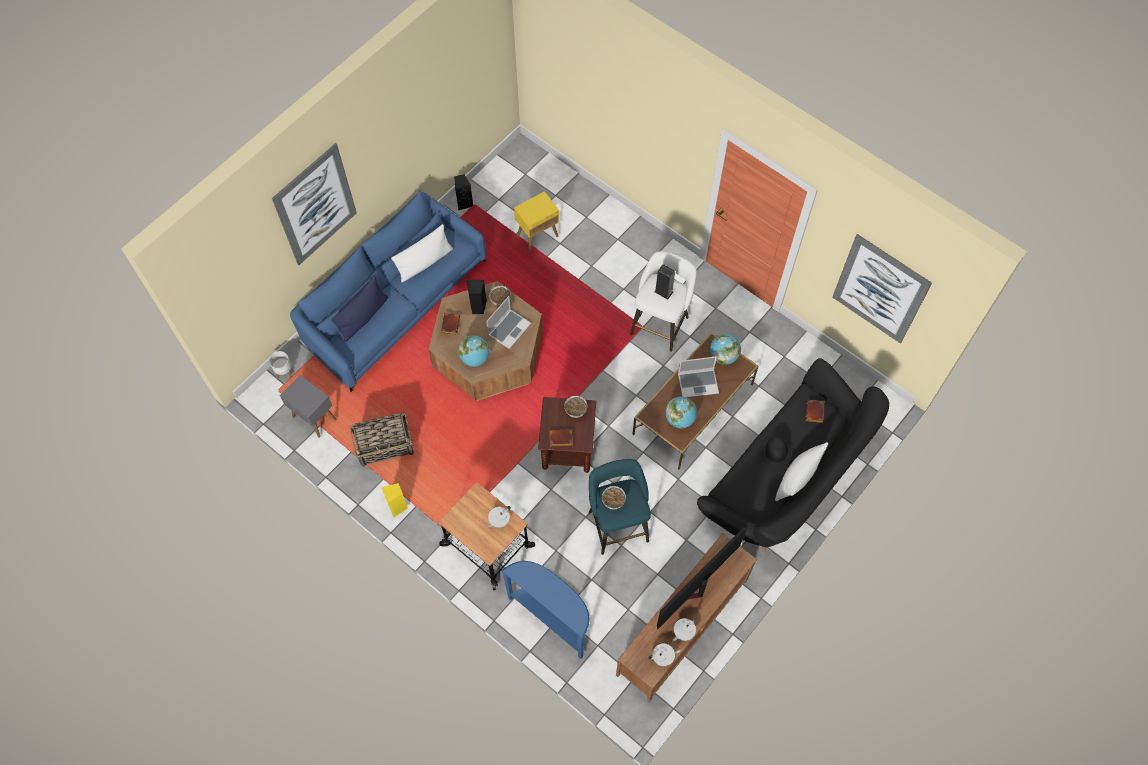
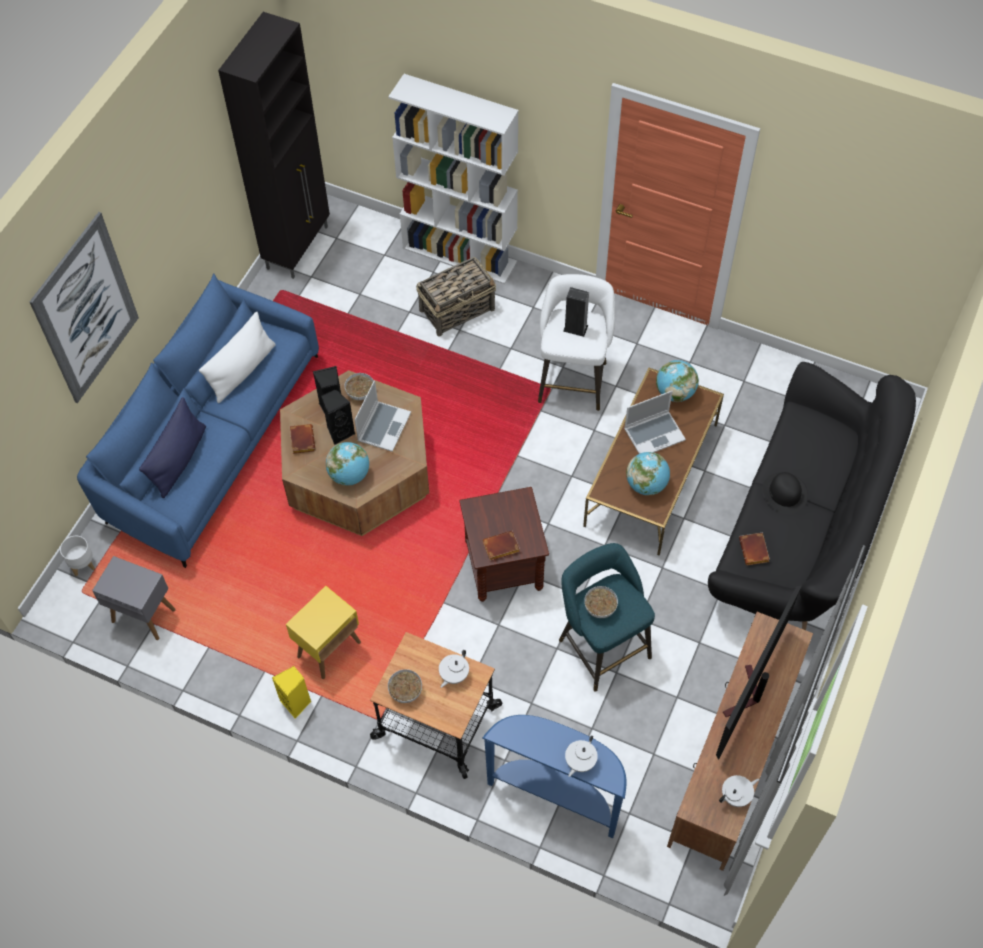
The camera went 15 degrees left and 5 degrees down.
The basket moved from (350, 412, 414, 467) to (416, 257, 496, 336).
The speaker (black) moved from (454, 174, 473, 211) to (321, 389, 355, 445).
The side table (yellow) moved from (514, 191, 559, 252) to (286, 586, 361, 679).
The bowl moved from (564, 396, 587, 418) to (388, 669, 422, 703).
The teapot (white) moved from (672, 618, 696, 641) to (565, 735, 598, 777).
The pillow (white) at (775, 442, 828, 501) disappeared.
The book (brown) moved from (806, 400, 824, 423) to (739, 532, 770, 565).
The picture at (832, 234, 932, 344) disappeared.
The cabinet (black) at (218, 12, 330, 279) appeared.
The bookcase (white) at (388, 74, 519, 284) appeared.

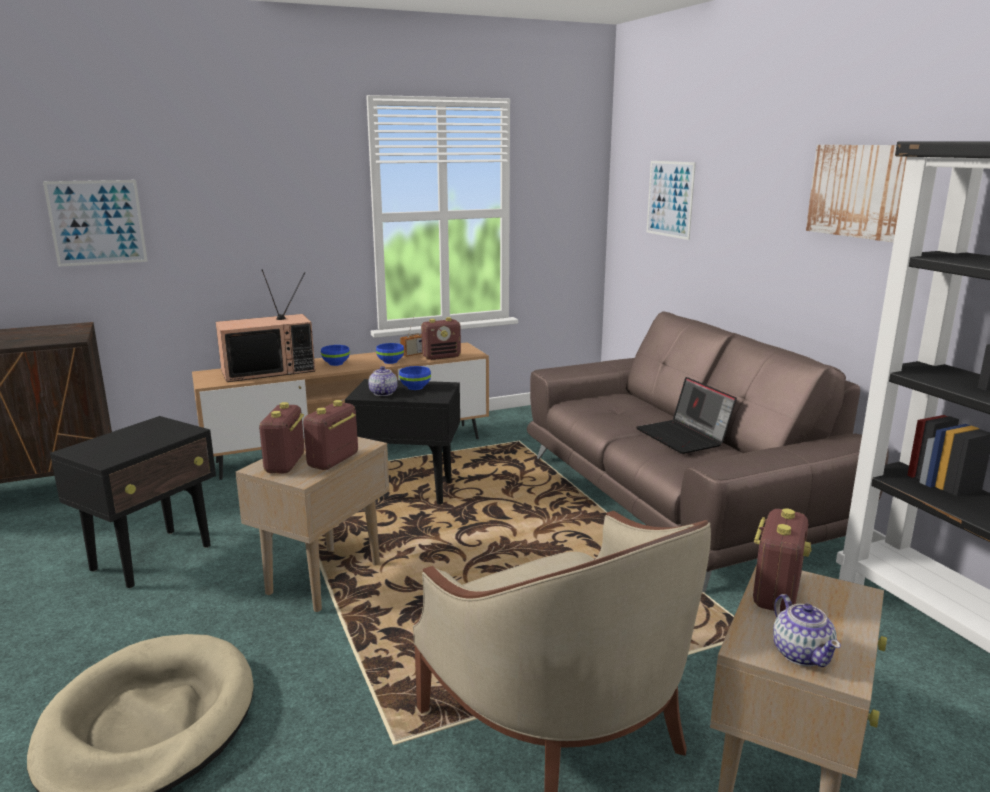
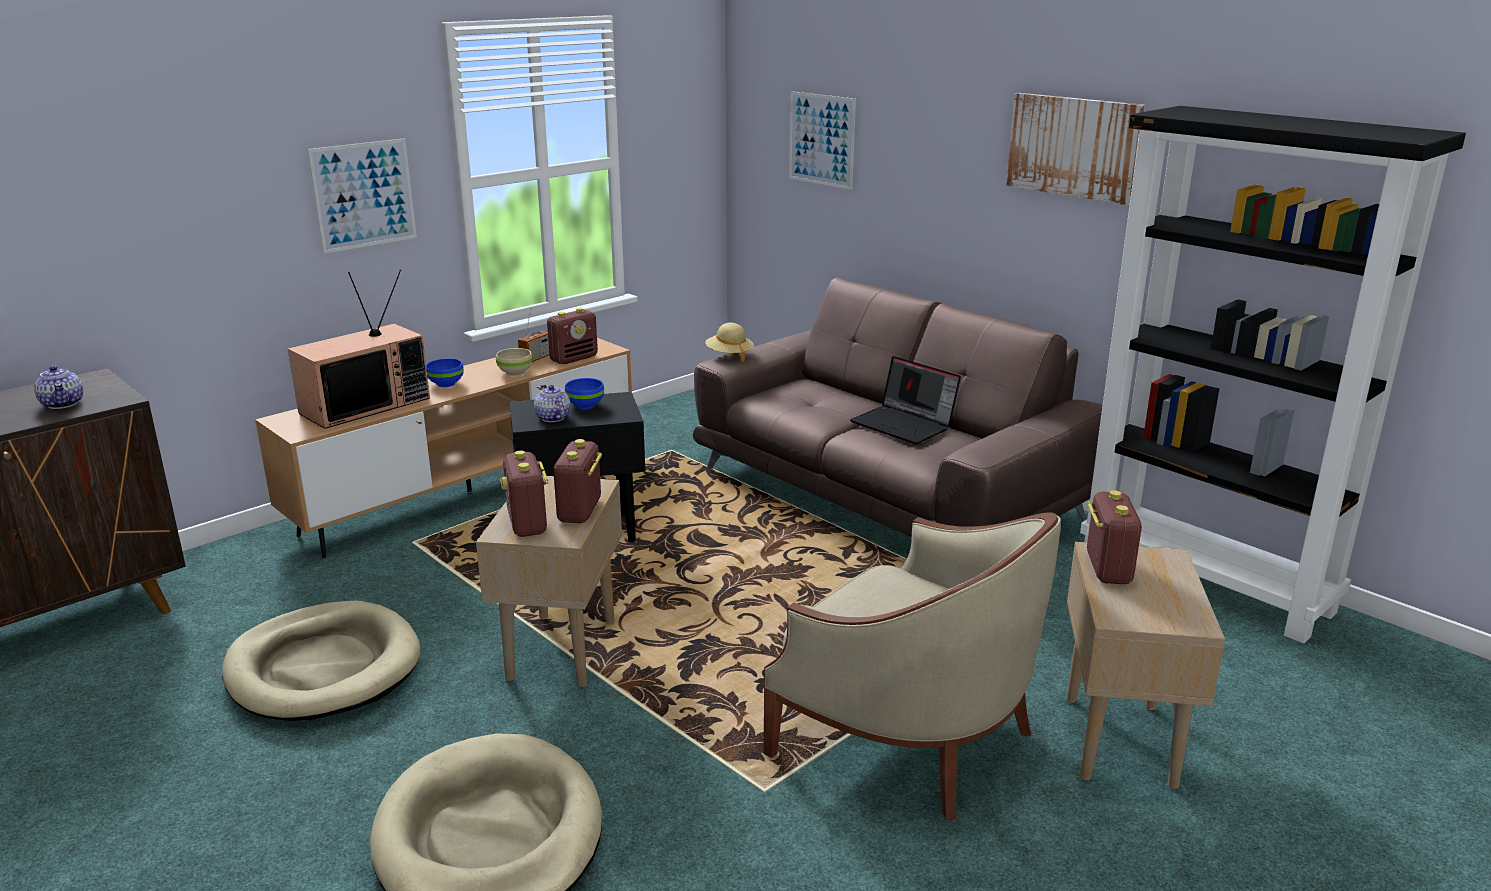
The camera went 20 degrees left and 5 degrees up.
The picture moved from (43, 180, 148, 267) to (308, 138, 417, 254).
The side table (black) at (50, 416, 216, 588) was replaced by the dog bed (beige) at (222, 601, 421, 721).
The bowl (blue) at (376, 343, 404, 364) became the bowl (beige) at (496, 348, 533, 376).
The teapot moved from (773, 594, 841, 667) to (34, 365, 83, 409).
The hat (beige) at (705, 323, 754, 362) appeared.

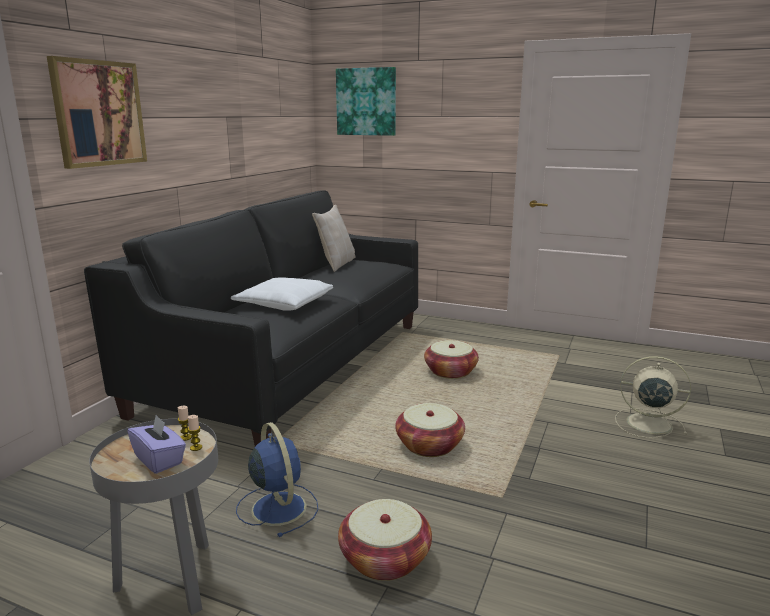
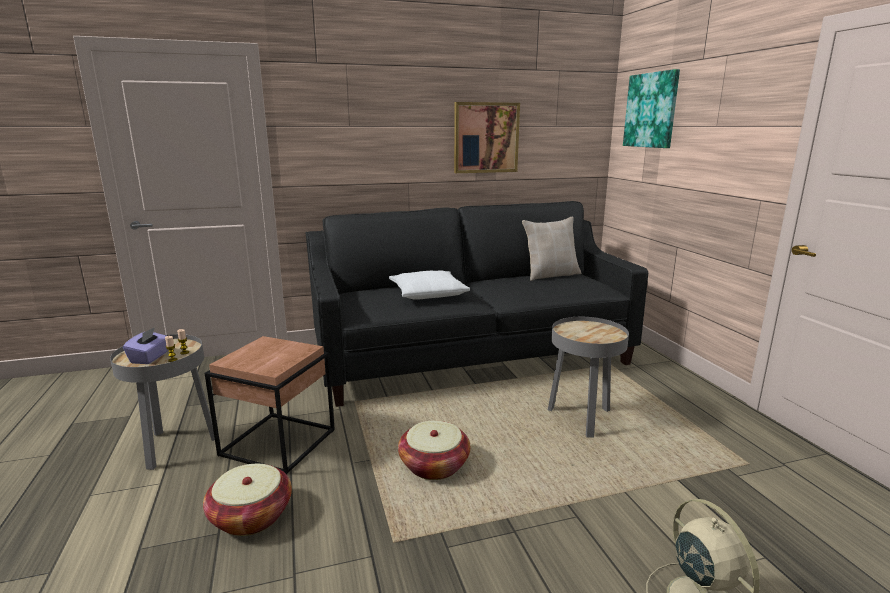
The camera went 50 degrees right and 0 degrees up.
The picture moved from (47, 56, 147, 169) to (454, 102, 520, 173).
The fan (blue) at (236, 422, 318, 537) was replaced by the side table (brown) at (205, 336, 335, 474).
The basket at (424, 340, 479, 379) was replaced by the side table (grey) at (548, 317, 629, 438).

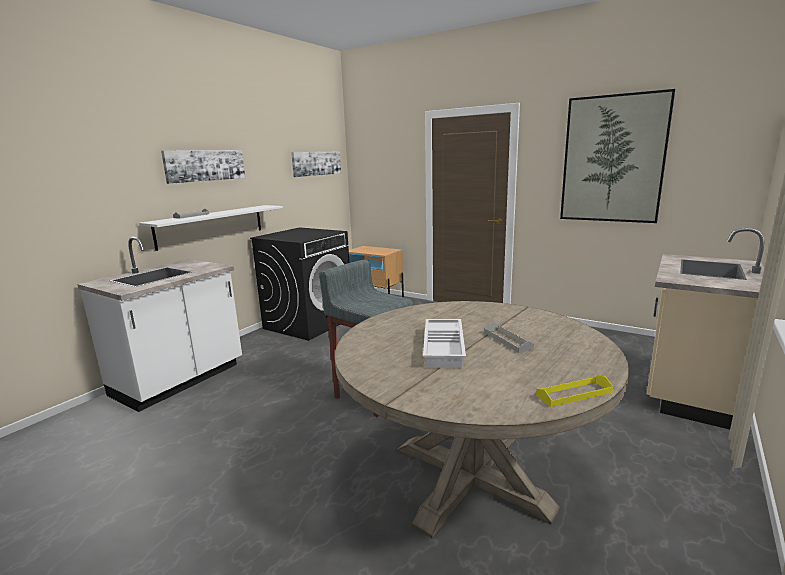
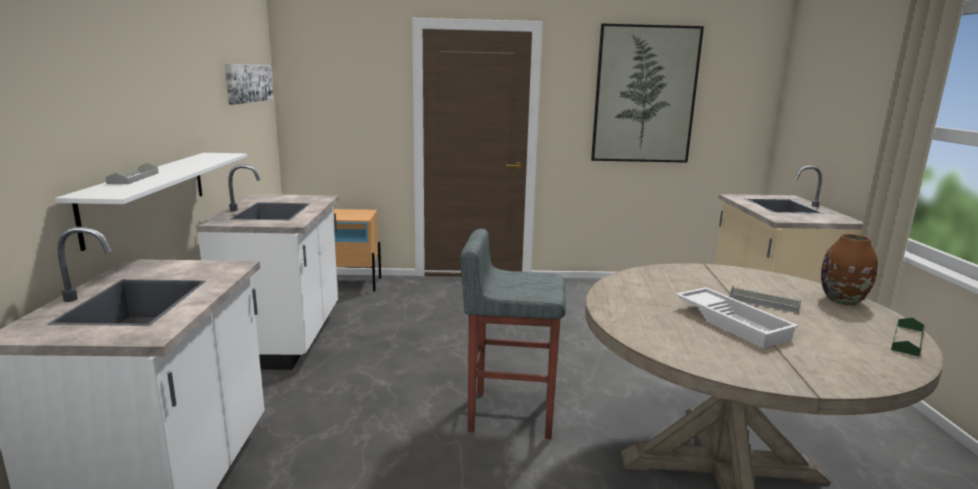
The camera went 35 degrees left and 0 degrees up.
The picture at (161, 150, 245, 184) disappeared.
The washing machine (black) at (250, 227, 349, 341) was replaced by the counter (white) at (196, 164, 339, 370).
The tray (yellow) at (536, 376, 613, 407) became the tray (green) at (891, 318, 925, 357).
The vase (brown) at (821, 234, 878, 305) appeared.

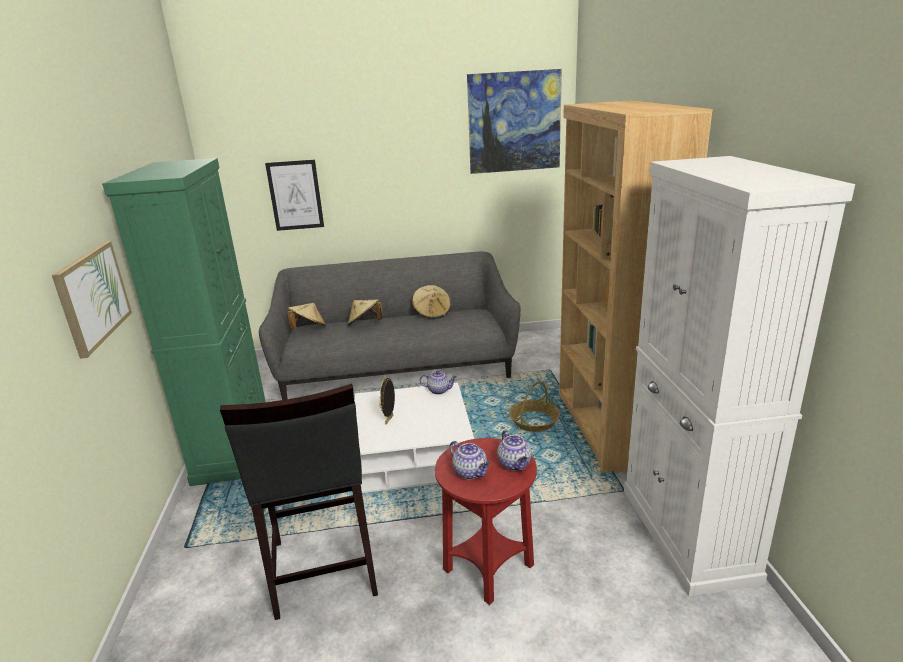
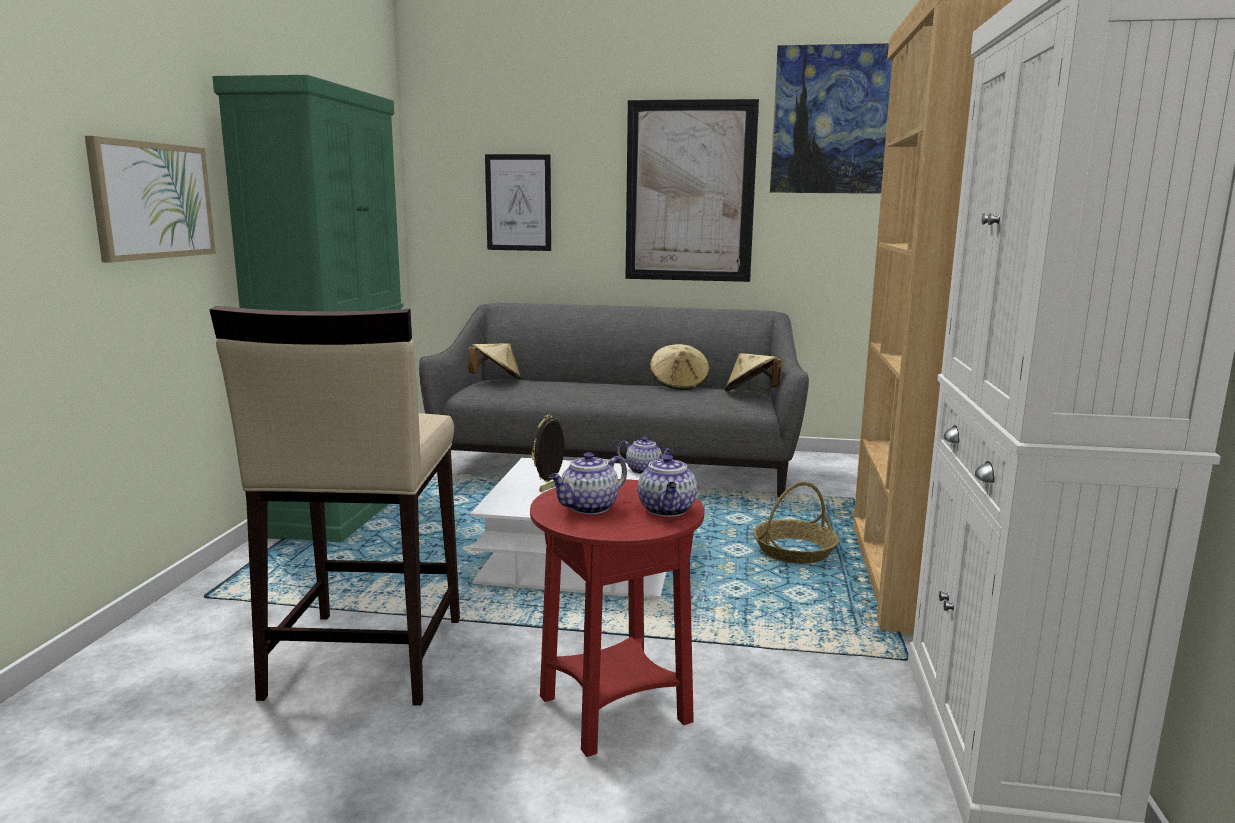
The camera went 15 degrees right and 10 degrees down.
The stool (black) at (220, 384, 378, 620) became the stool (beige) at (210, 306, 460, 706).
The hat (beige) moved from (347, 299, 382, 326) to (725, 353, 783, 391).
The teapot at (449, 441, 491, 479) turned 75 degrees clockwise.
The picture at (625, 99, 759, 282) appeared.

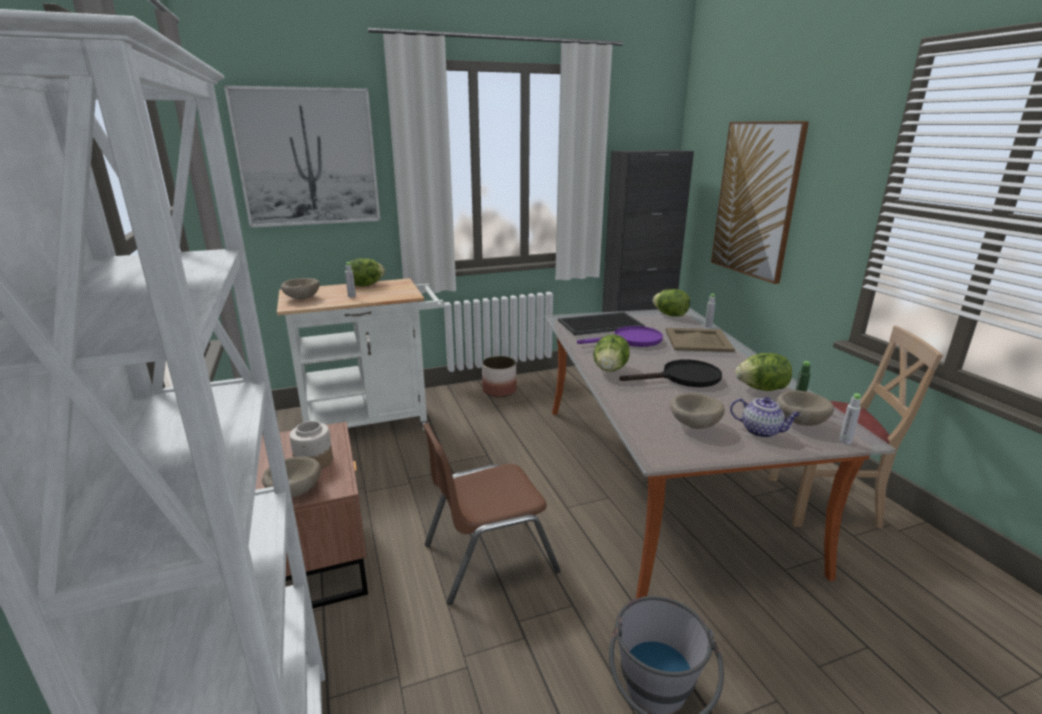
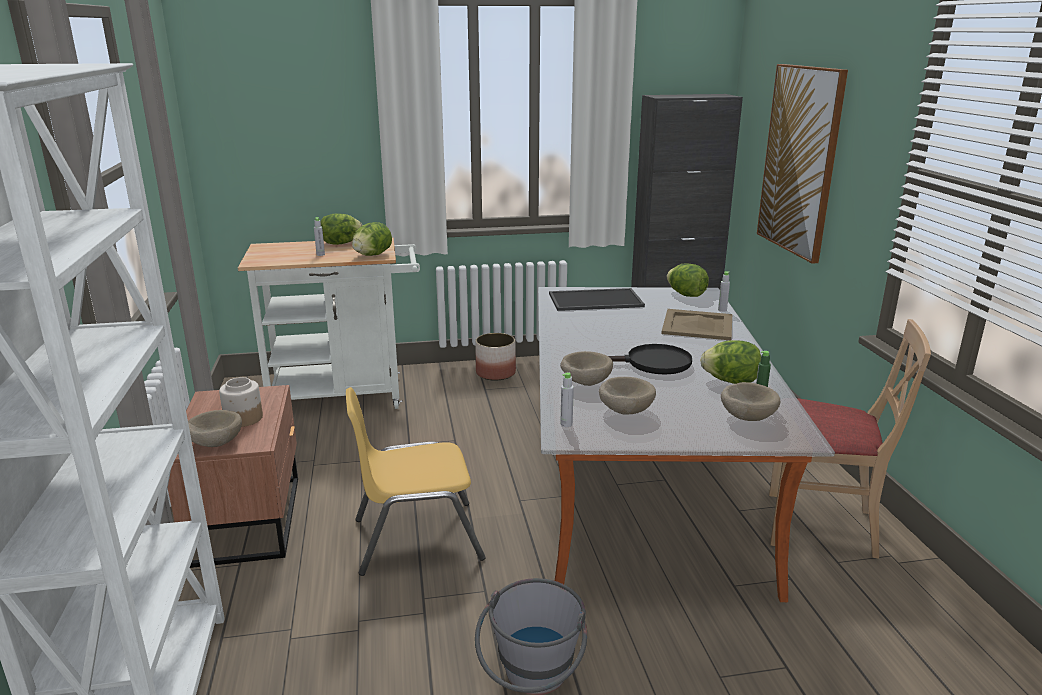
The camera went 10 degrees right and 0 degrees up.
The picture at (224, 85, 381, 228) disappeared.
The bowl (beige) moved from (281, 278, 320, 300) to (560, 351, 613, 386).
The chair (brown) at (422, 423, 561, 605) became the chair (yellow) at (346, 387, 486, 576).
The frying pan (purple) at (577, 326, 663, 347) disappeared.
The lettuce moved from (593, 334, 630, 372) to (352, 222, 392, 256).
The teapot at (730, 397, 801, 438) disappeared.
The bottle (grey) moved from (839, 393, 861, 444) to (560, 372, 574, 427).

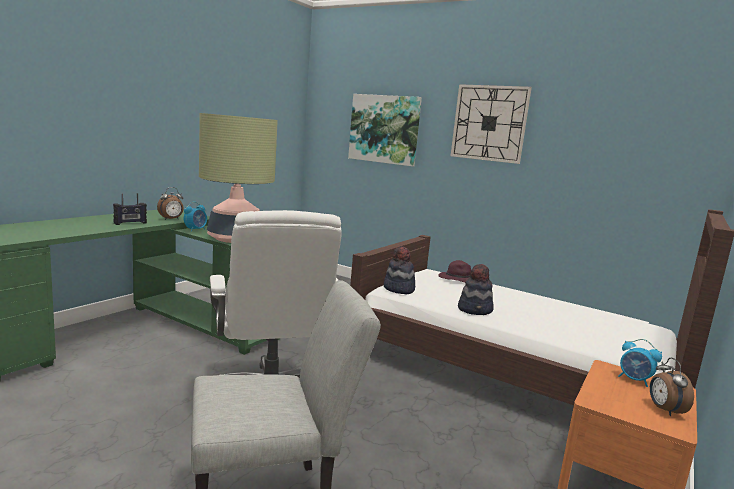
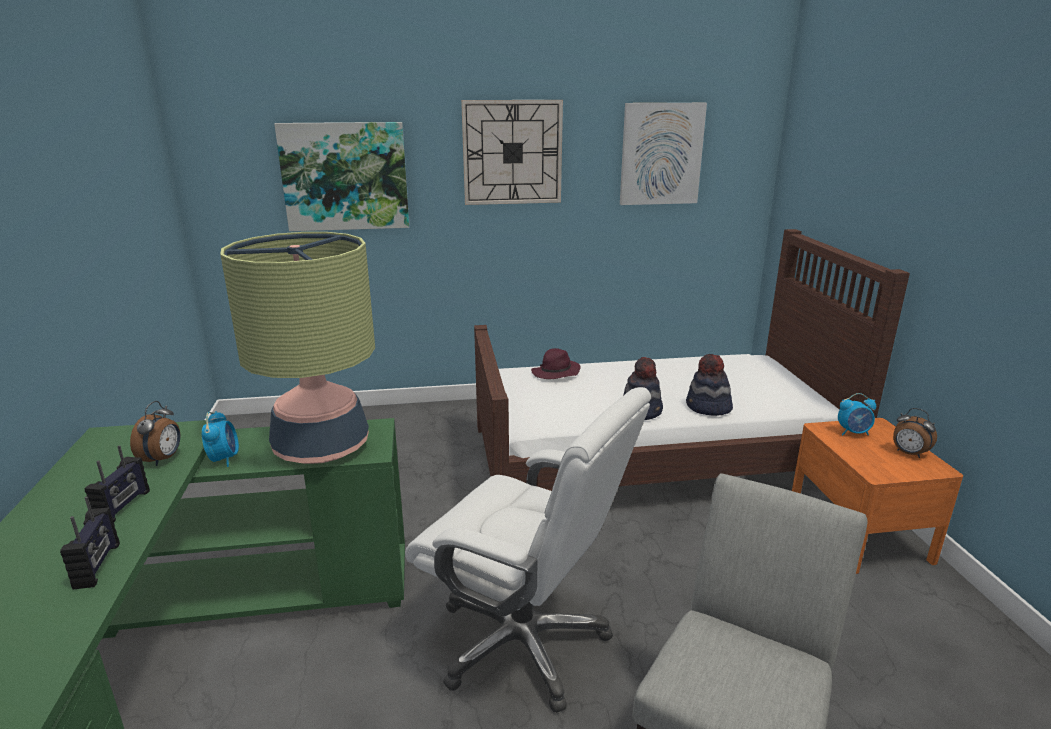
The camera went 40 degrees left and 10 degrees up.
The hat moved from (384, 246, 415, 294) to (686, 354, 733, 416).
The radio at (60, 497, 120, 590) appeared.
The picture at (620, 103, 707, 205) appeared.

